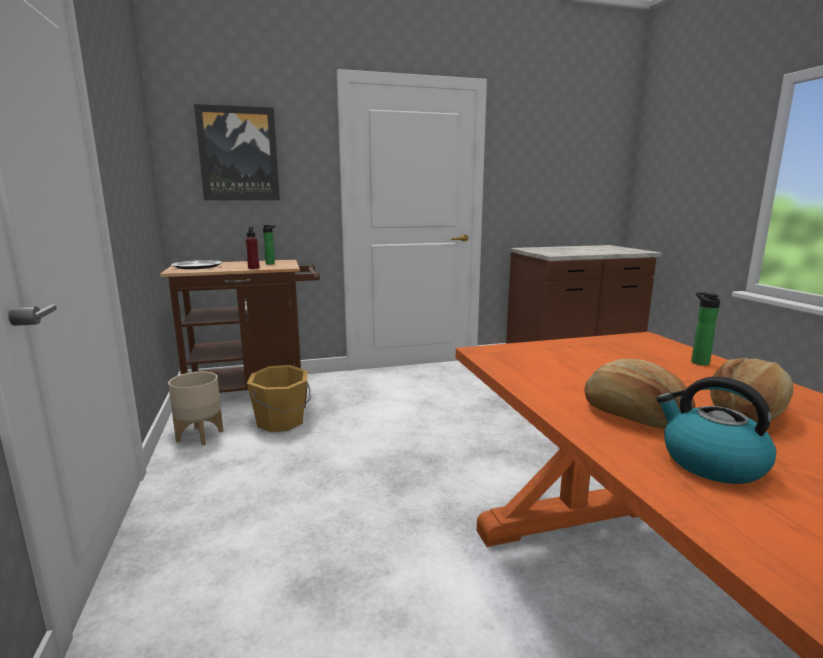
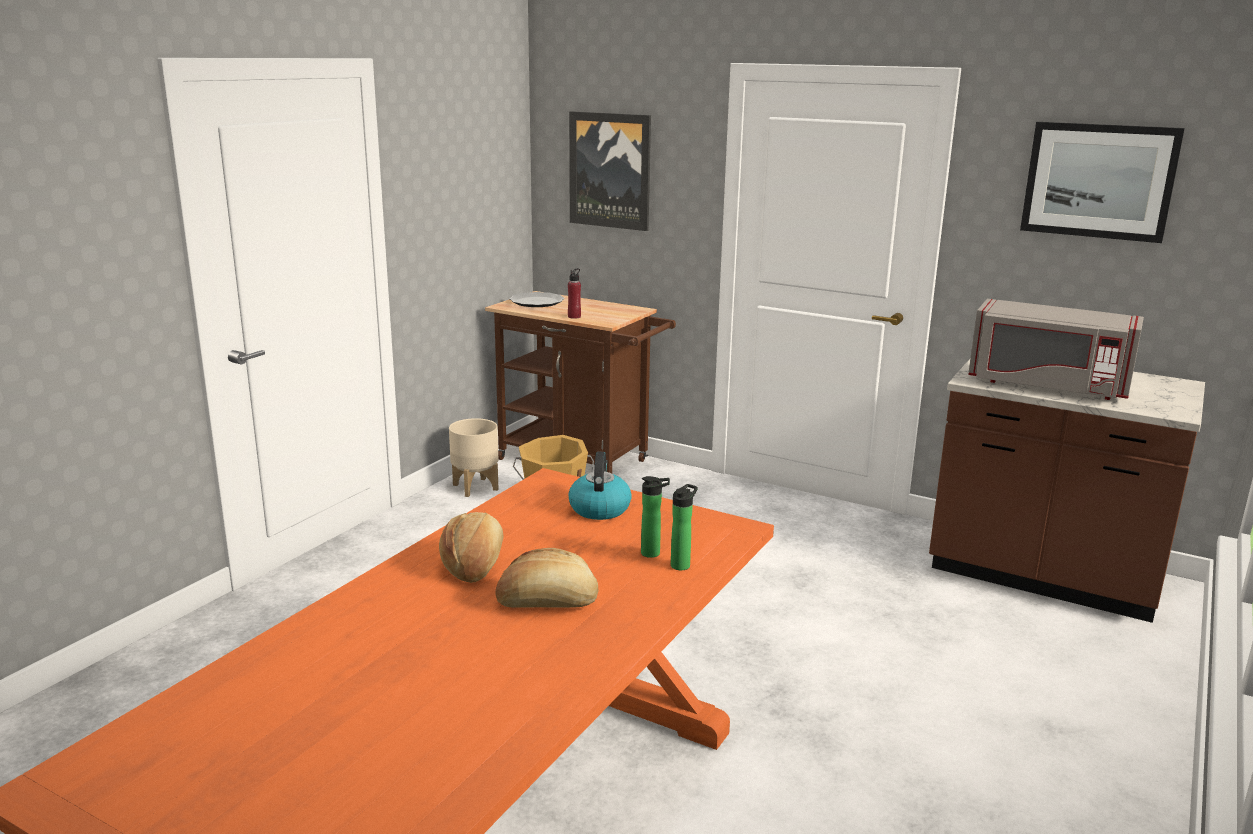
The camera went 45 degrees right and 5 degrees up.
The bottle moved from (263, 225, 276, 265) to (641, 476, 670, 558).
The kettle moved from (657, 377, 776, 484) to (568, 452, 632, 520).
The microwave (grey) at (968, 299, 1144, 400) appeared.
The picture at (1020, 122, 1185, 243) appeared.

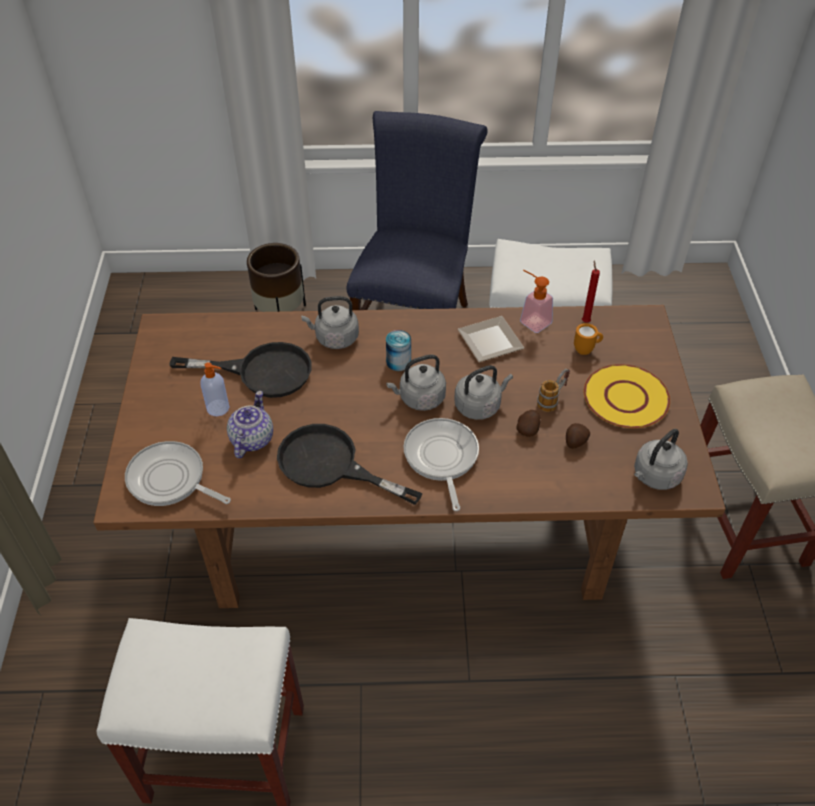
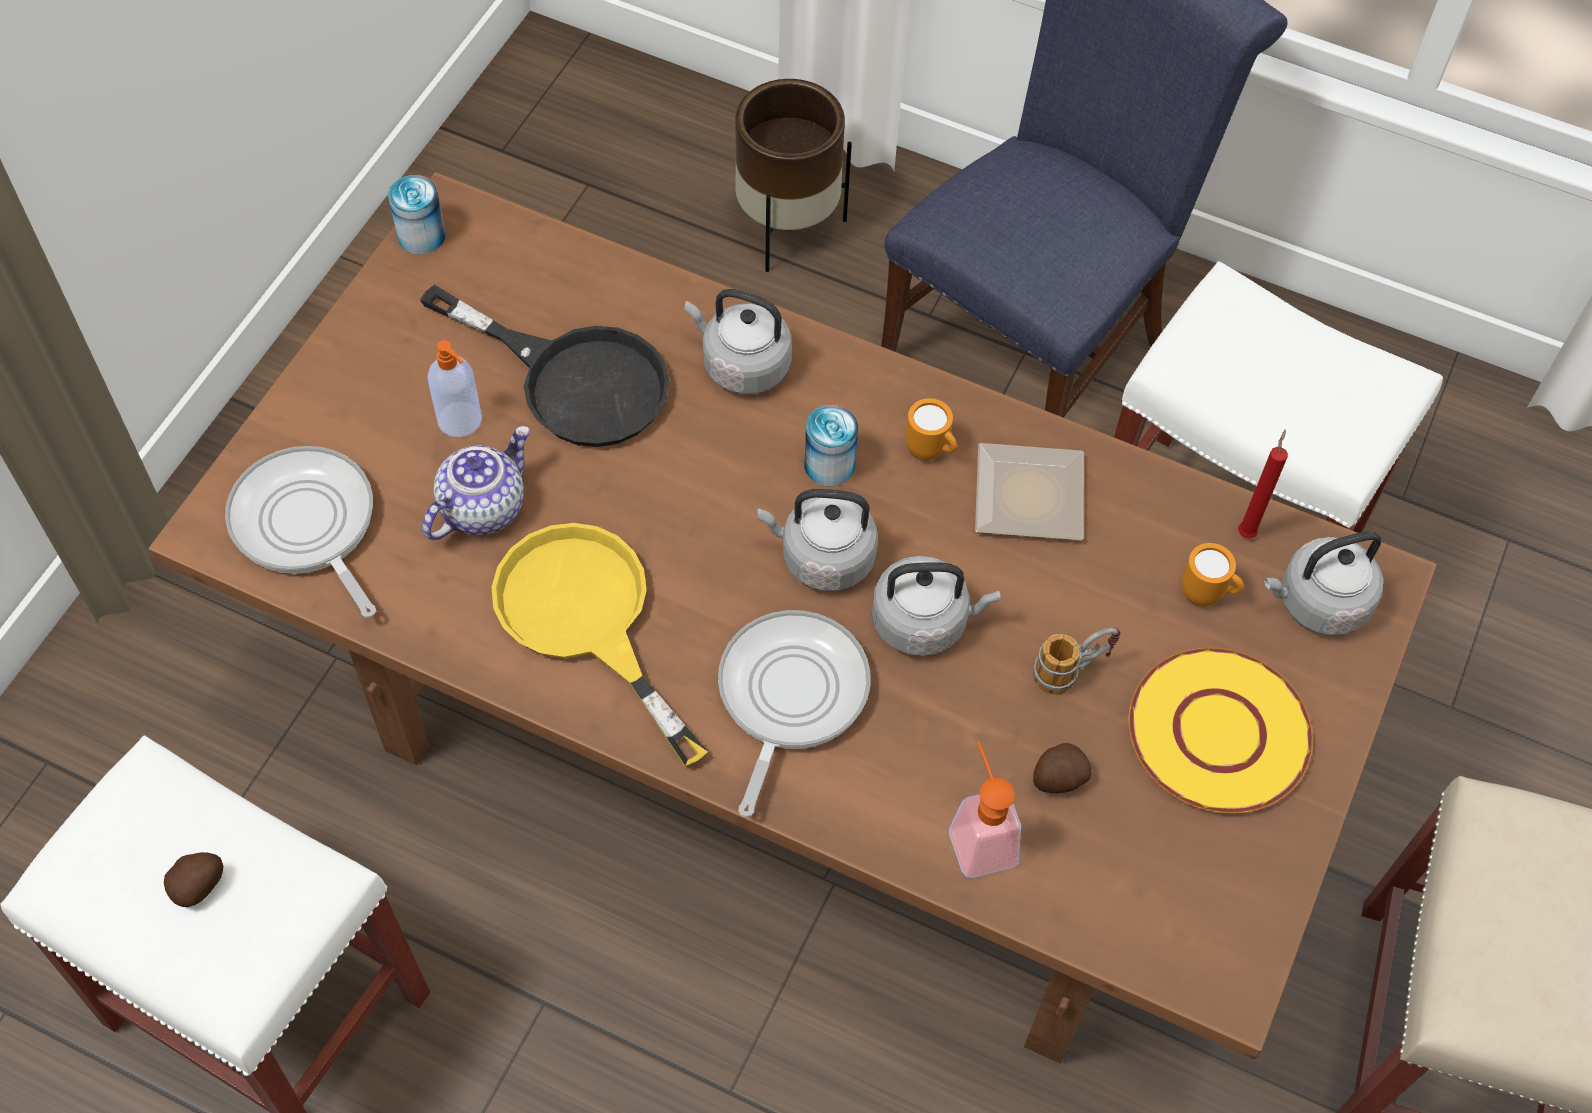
The camera went 25 degrees right and 10 degrees up.
The frying pan (black) at (277, 424, 423, 505) became the frying pan (yellow) at (492, 523, 708, 766).
The potato moved from (516, 410, 540, 437) to (164, 852, 223, 907).
The soap dispenser moved from (520, 270, 553, 333) to (949, 742, 1021, 878).
The kettle (grey) moved from (634, 429, 688, 490) to (1264, 531, 1383, 636).
The can at (388, 175, 446, 255) appeared.
The mug (orange) at (906, 398, 957, 461) appeared.

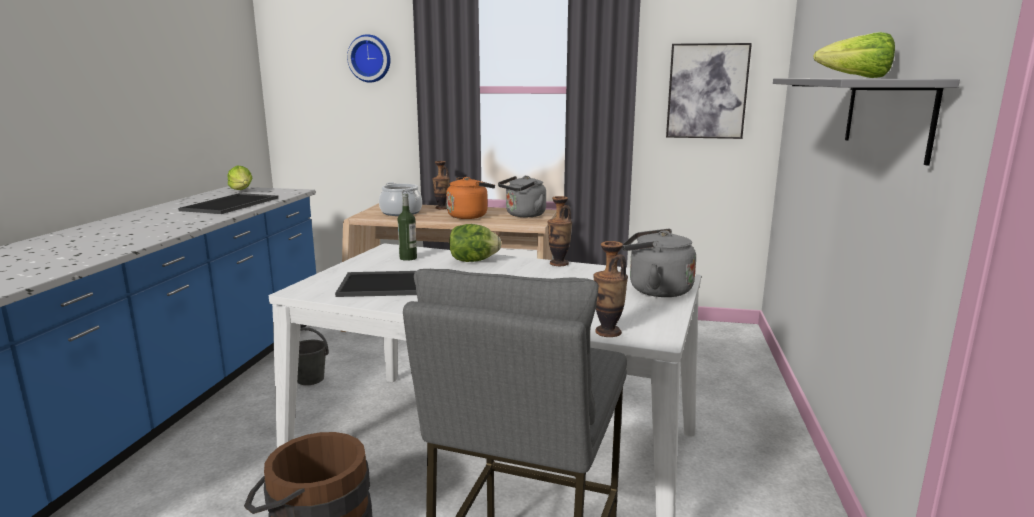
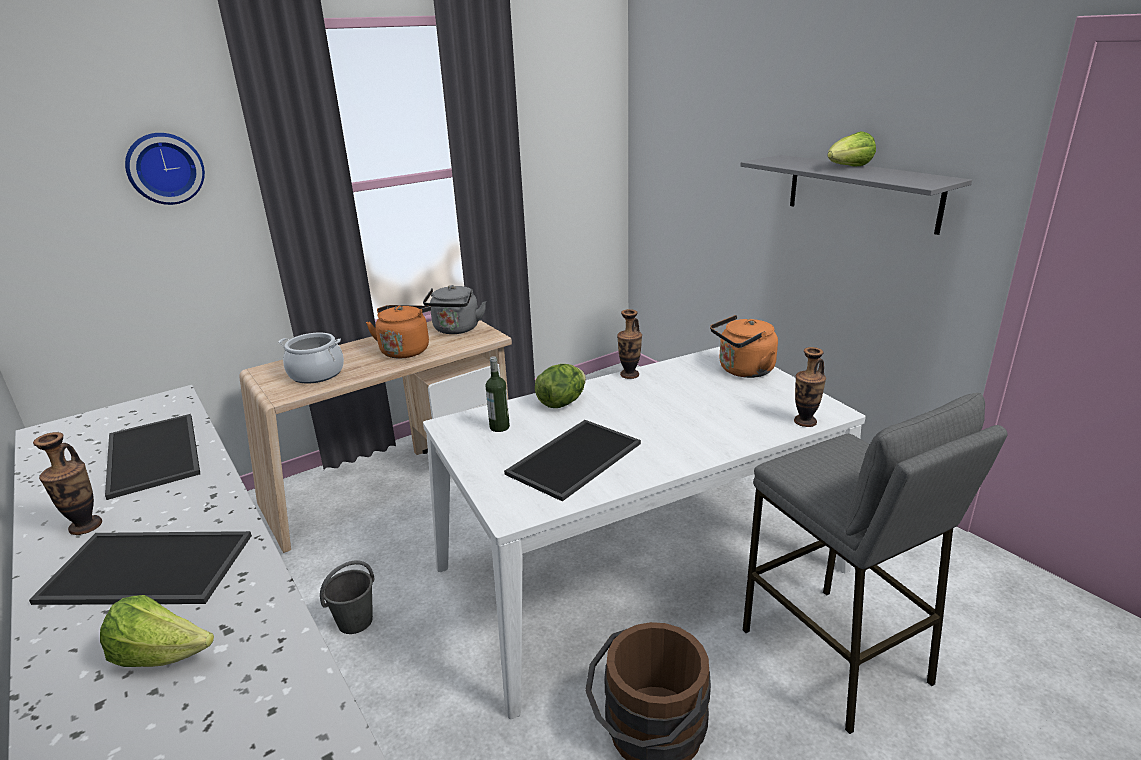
The camera went 45 degrees left and 10 degrees up.
The lettuce moved from (227, 166, 253, 190) to (100, 595, 214, 667).
The vase moved from (432, 161, 450, 209) to (33, 432, 102, 535).
The kettle (grey) at (622, 229, 696, 297) became the kettle (orange) at (710, 315, 778, 378).
The picture at (666, 43, 752, 139) disappeared.
The tray at (29, 531, 252, 605) appeared.

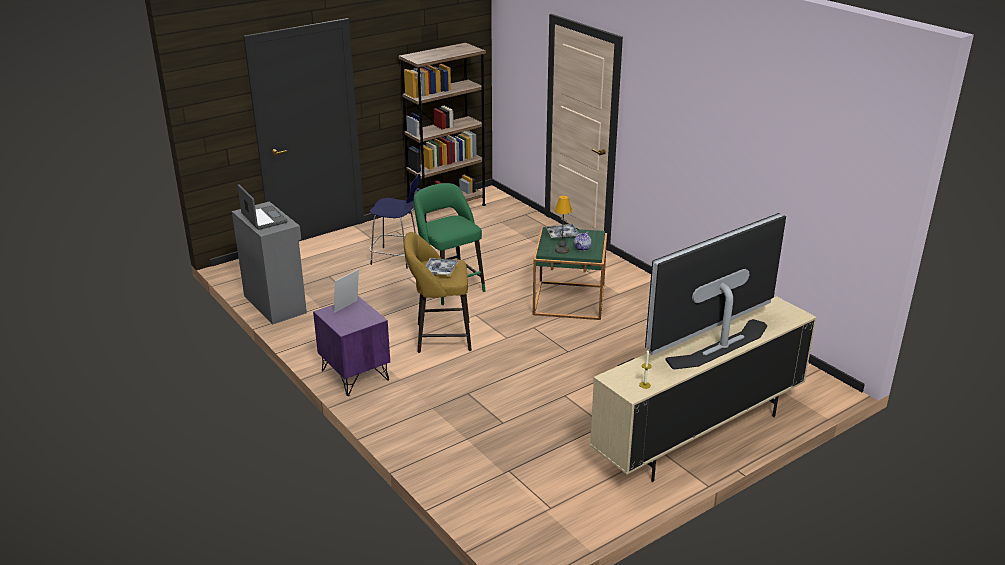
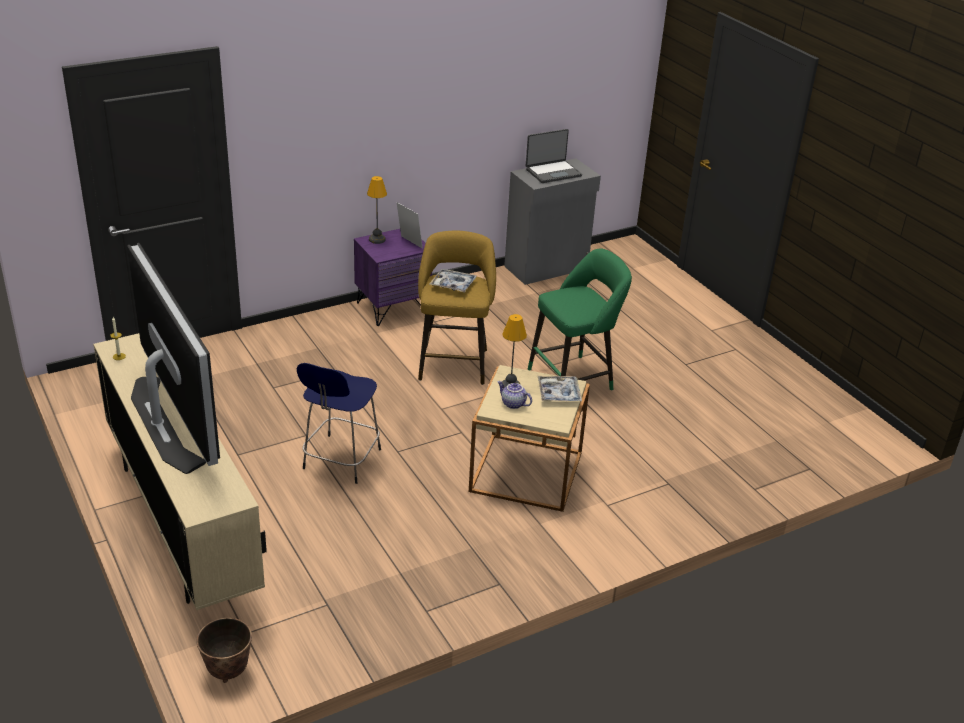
The camera went 95 degrees right and 5 degrees up.
The stool (blue) moved from (369, 174, 421, 269) to (297, 363, 381, 484).
The bookcase (brown) at (398, 43, 486, 223) disappeared.
The side table (green) at (533, 227, 607, 320) became the side table (beige) at (469, 365, 590, 512).
The planter at (197, 618, 252, 683) appeared.
The table lamp at (367, 176, 387, 244) appeared.

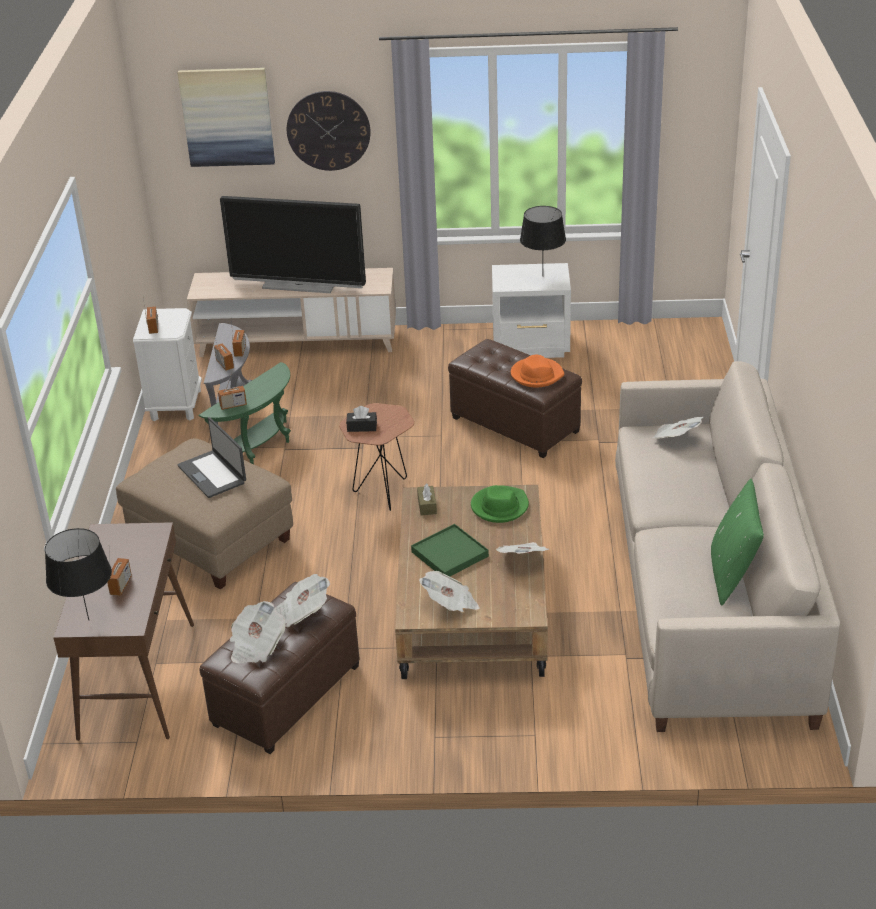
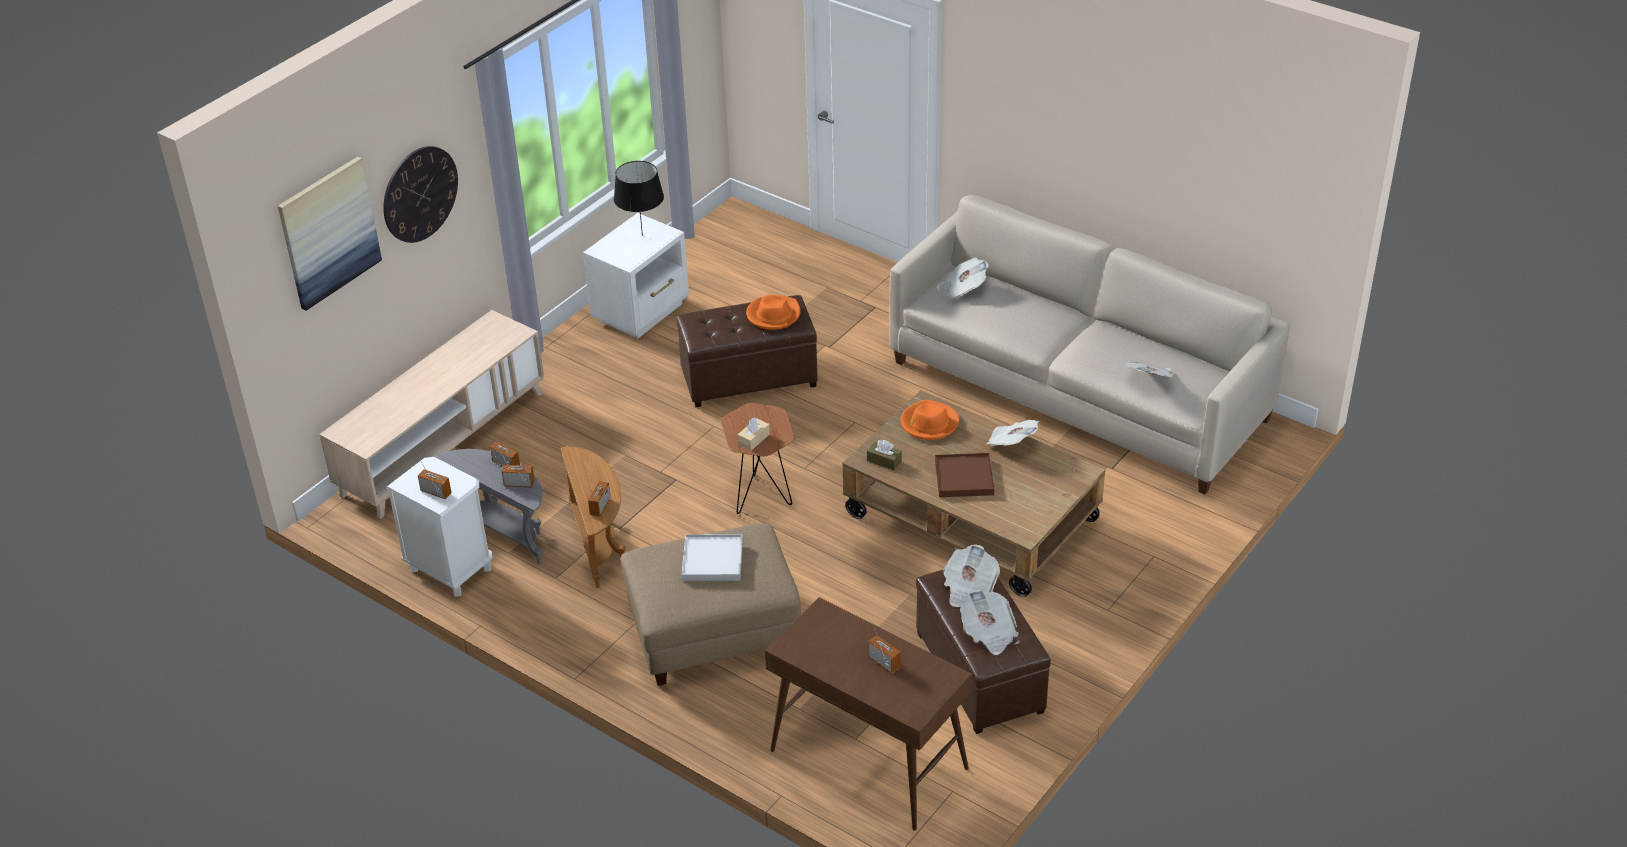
The camera went 55 degrees left and 5 degrees up.
The table lamp (black) at (45, 528, 112, 621) disappeared.
The laptop at (177, 417, 246, 498) was replaced by the tray (white) at (681, 534, 743, 581).
The side table (green) at (199, 362, 291, 464) became the side table (brown) at (561, 446, 626, 588).
The television at (220, 196, 366, 293) disappeared.
The tissue box (black) at (346, 406, 377, 432) became the tissue box (beige) at (738, 417, 770, 451).
The tray (green) at (411, 524, 489, 576) became the tray (brown) at (935, 453, 994, 497).
The newspaper moved from (419, 571, 480, 612) to (1125, 361, 1175, 378).
The hat (green) at (471, 485, 529, 523) became the hat (orange) at (901, 400, 959, 440).
The pillow (green) at (711, 479, 764, 606) disappeared.

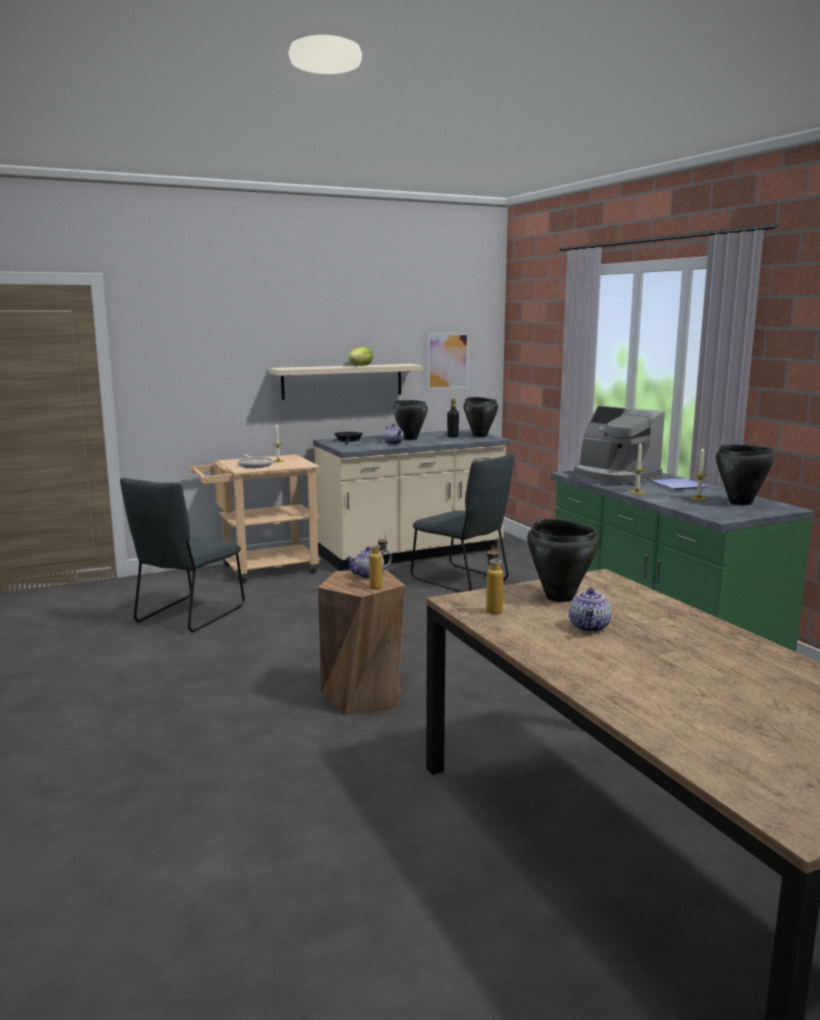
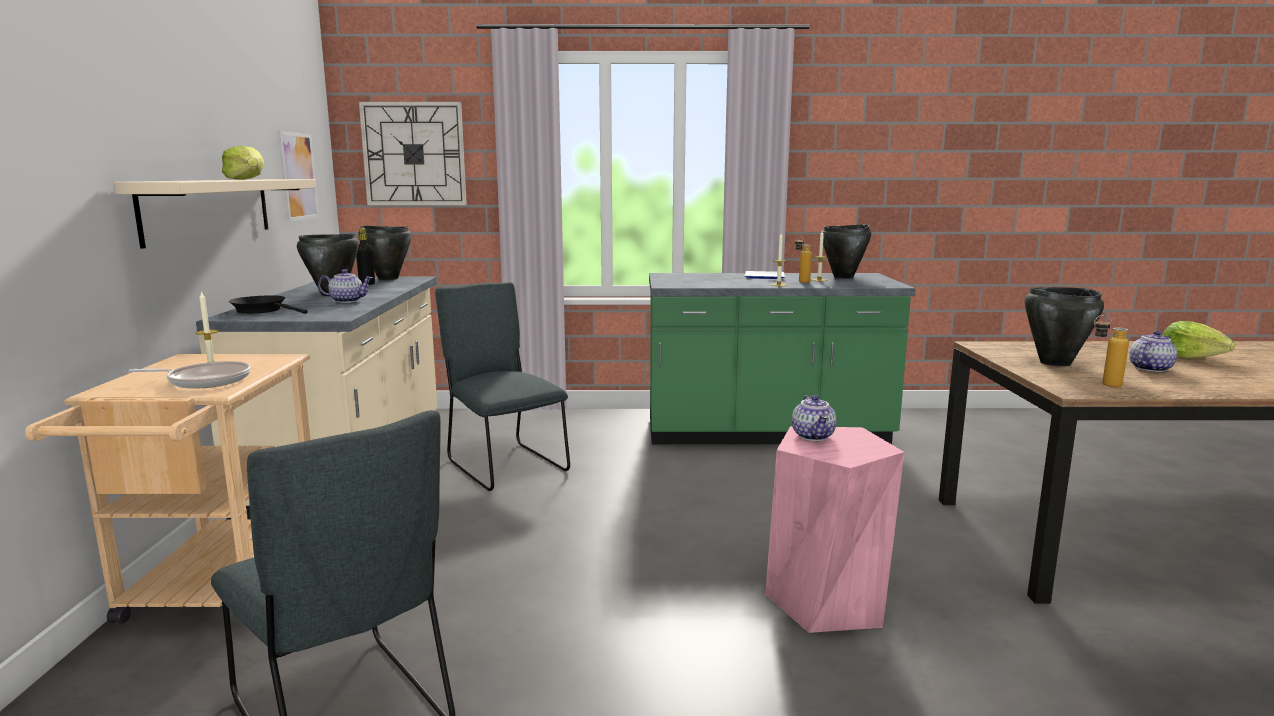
The camera went 65 degrees left and 0 degrees up.
The stool (brown) at (318, 570, 405, 715) became the stool (pink) at (765, 426, 904, 633).
The bottle moved from (369, 535, 387, 590) to (795, 236, 812, 283).
The chair (grey) at (411, 453, 514, 592) turned 105 degrees counterclockwise.
The teapot at (569, 587, 612, 633) turned 75 degrees counterclockwise.
The coffee machine at (574, 406, 665, 485) disappeared.
The wall clock at (359, 102, 467, 205) appeared.
The lettuce at (1163, 321, 1235, 359) appeared.

